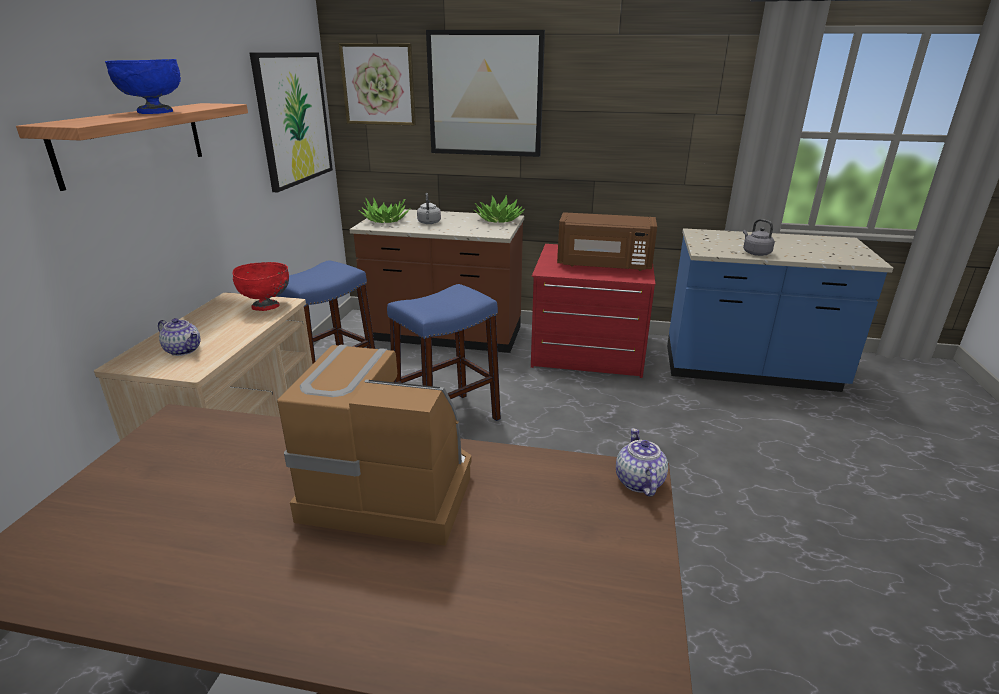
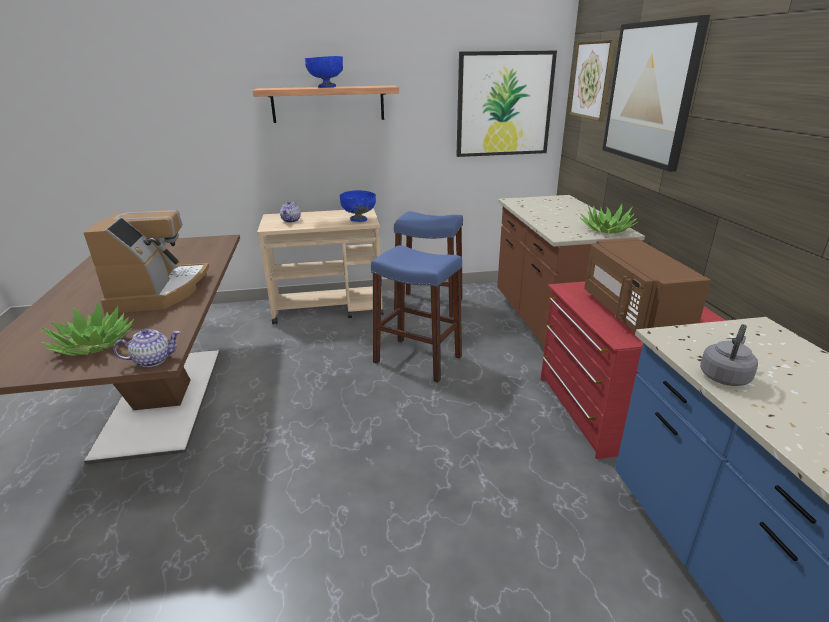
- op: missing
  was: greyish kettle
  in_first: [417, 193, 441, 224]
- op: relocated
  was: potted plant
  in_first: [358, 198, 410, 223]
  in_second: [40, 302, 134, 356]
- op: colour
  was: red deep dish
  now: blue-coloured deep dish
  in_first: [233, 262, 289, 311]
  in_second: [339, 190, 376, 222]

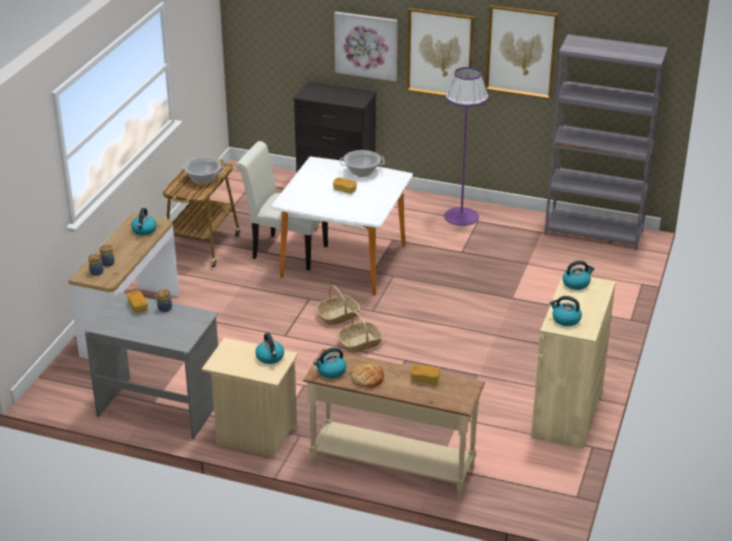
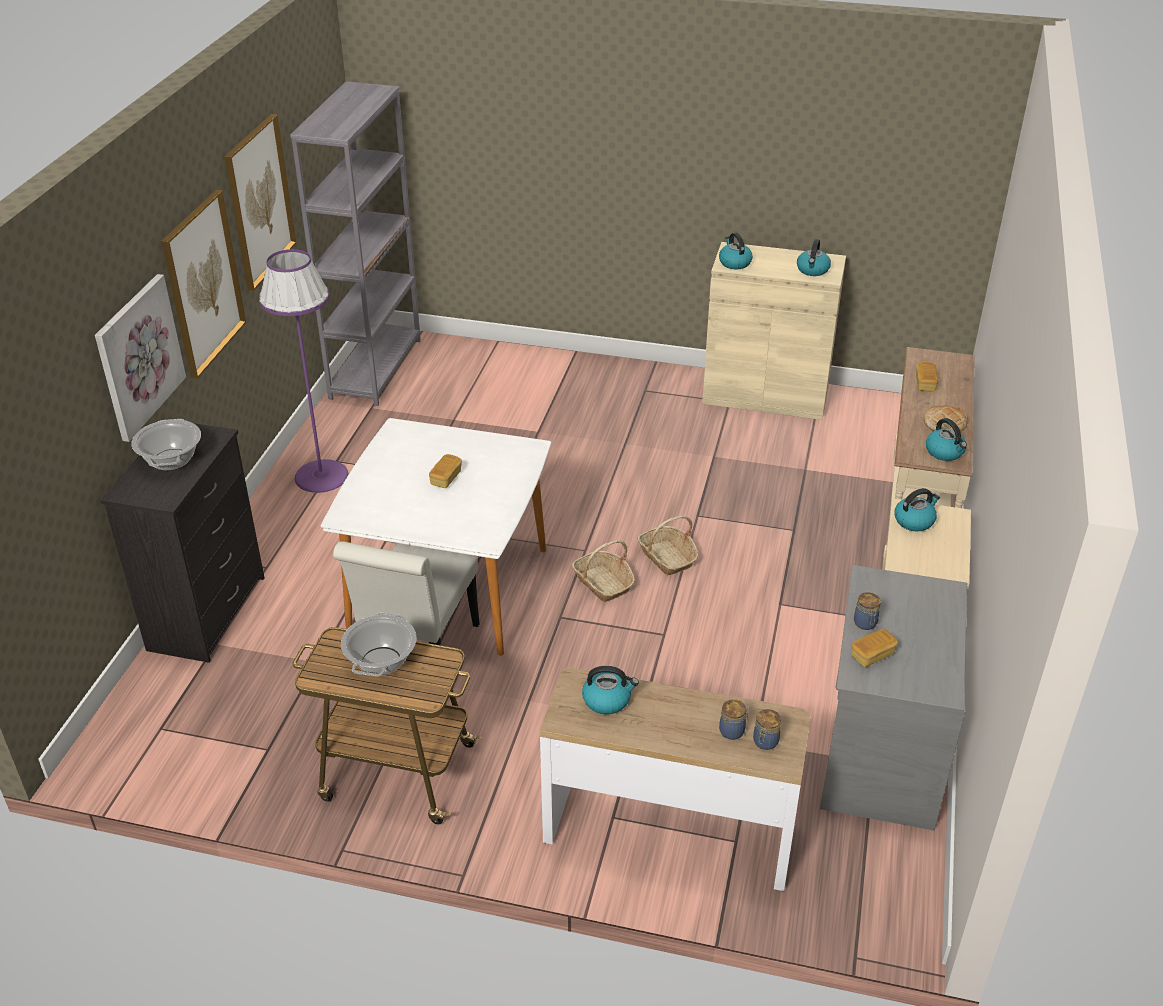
- op: relocated
  was: saucepot
  in_first: [340, 150, 384, 177]
  in_second: [131, 419, 201, 471]

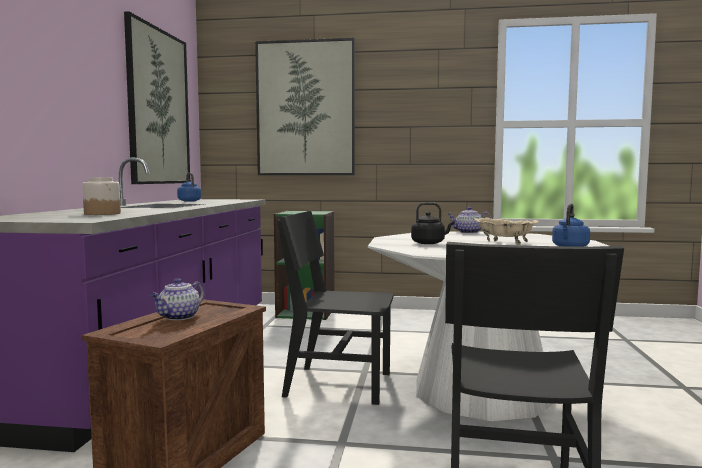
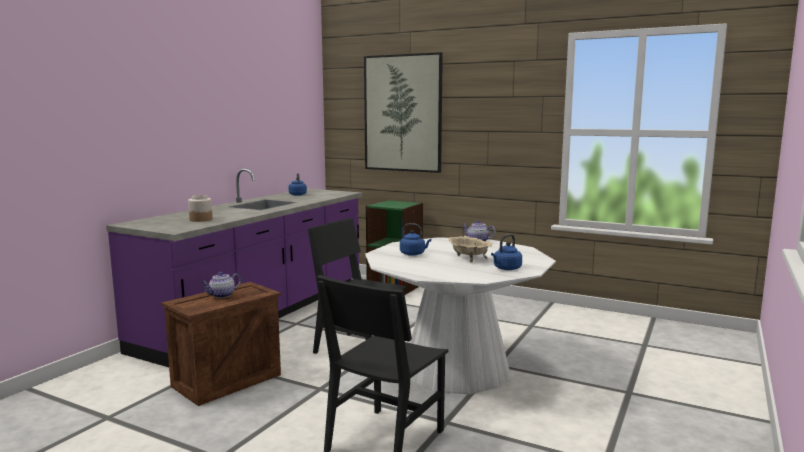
- op: missing
  was: wall art
  in_first: [124, 11, 190, 184]
- op: colour
  was: black-coloured kettle
  now: blue-coloured kettle
  in_first: [411, 202, 455, 244]
  in_second: [400, 223, 431, 256]

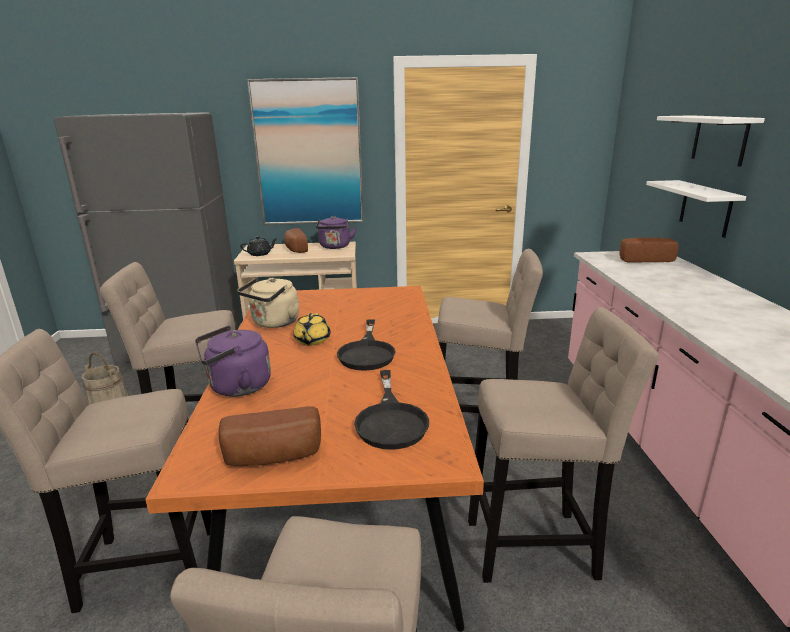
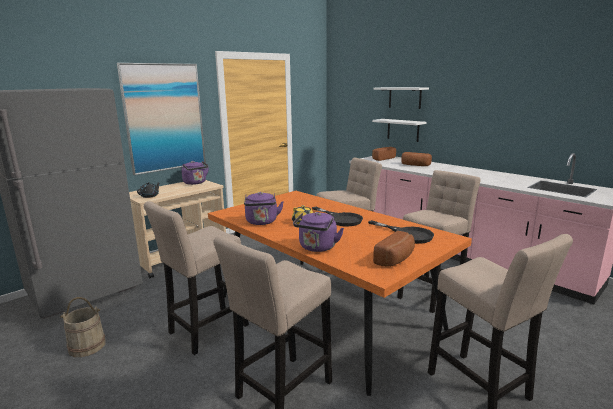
- op: relocated
  was: bakery bread
  in_first: [284, 228, 308, 253]
  in_second: [401, 152, 432, 166]
- op: colour
  was: sand-coloured kettle
  now: purplish kettle
  in_first: [237, 278, 299, 328]
  in_second: [244, 192, 283, 225]

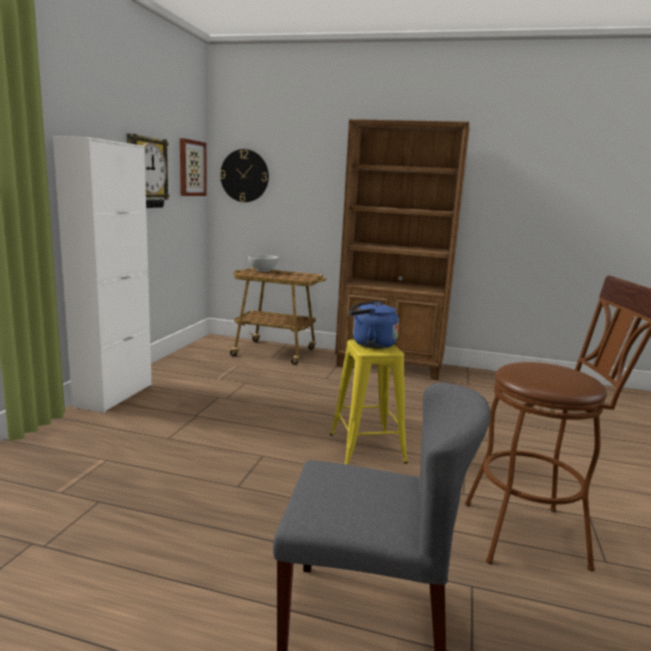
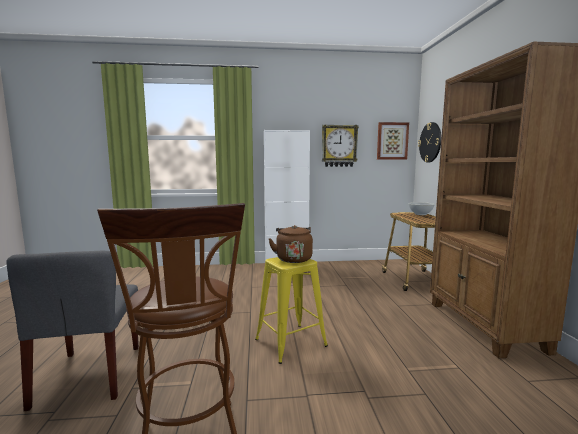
- op: colour
  was: blue-coloured kettle
  now: brownish kettle
  in_first: [349, 301, 399, 349]
  in_second: [268, 225, 313, 263]

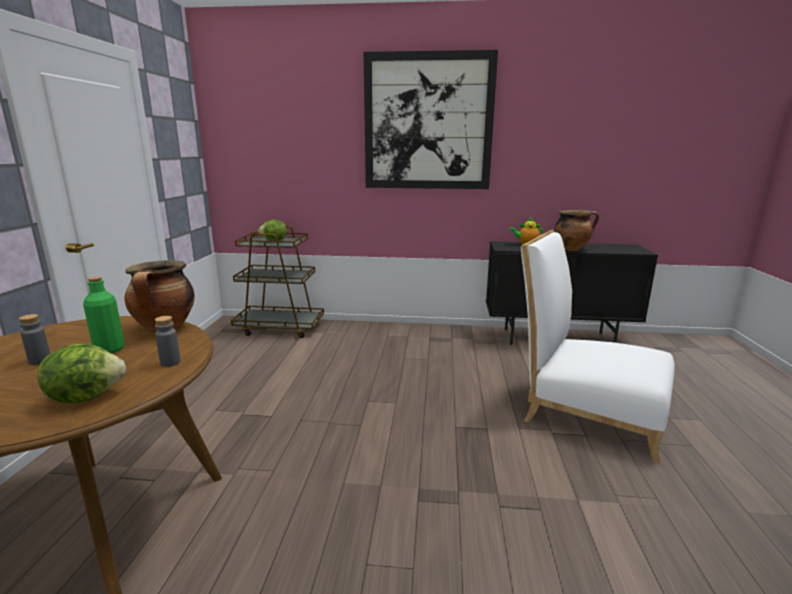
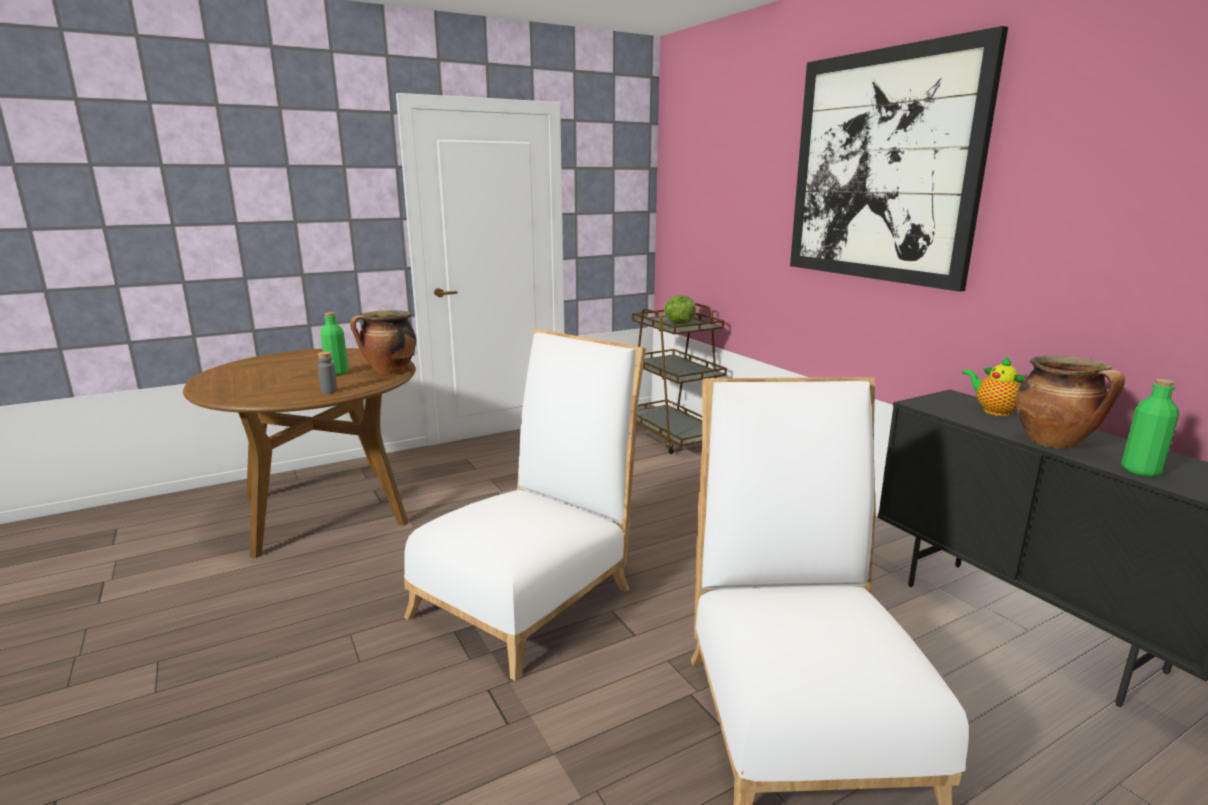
- op: missing
  was: greyish drink bottle
  in_first: [19, 314, 50, 365]
- op: missing
  was: head of lettuce
  in_first: [38, 344, 126, 403]
- op: appeared
  now: whitish chair
  in_second: [404, 329, 646, 681]
- op: appeared
  now: green drink bottle
  in_second: [1121, 379, 1179, 477]

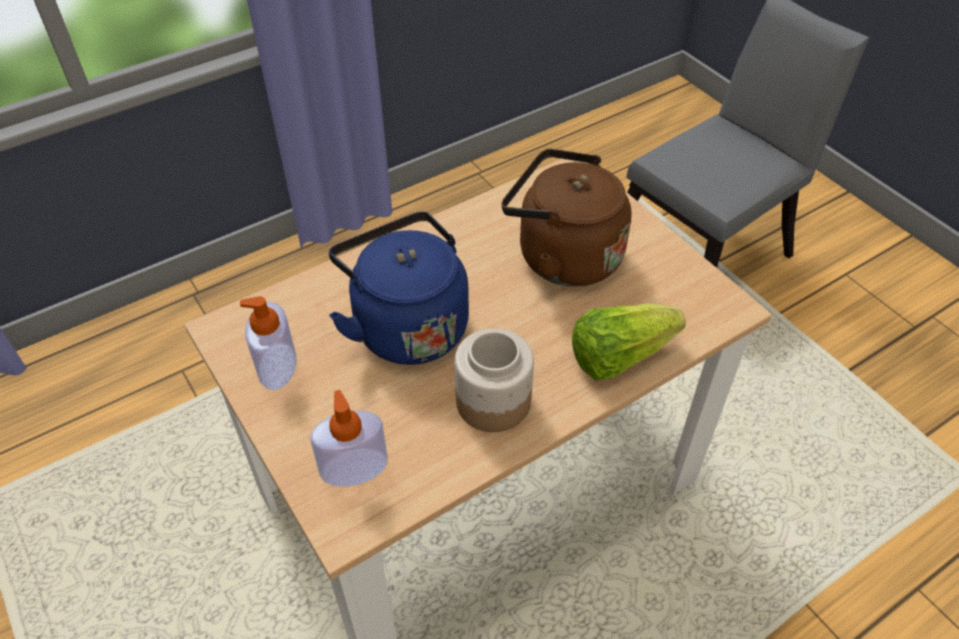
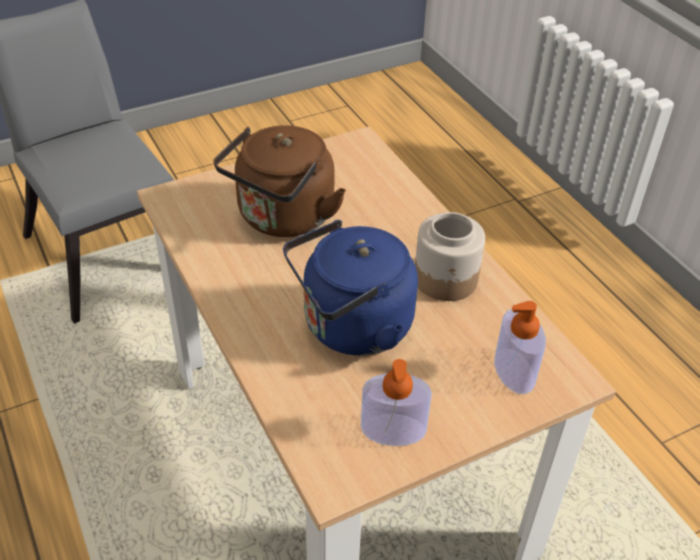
- op: missing
  was: head of lettuce
  in_first: [572, 303, 686, 380]

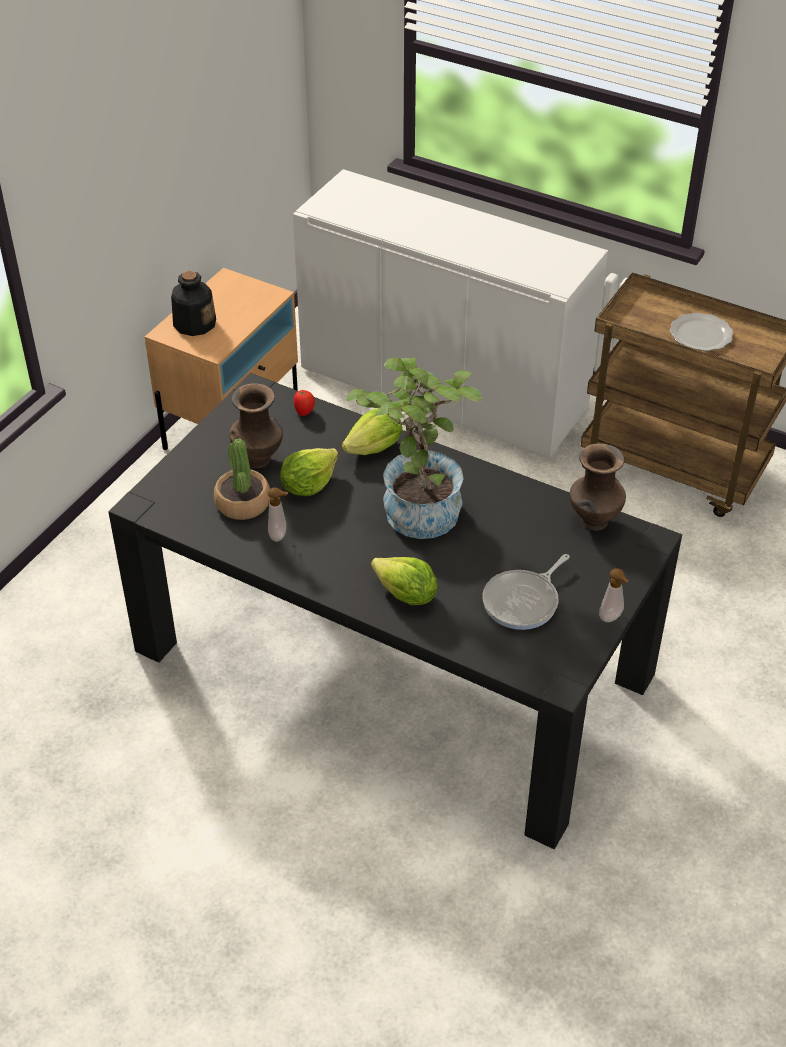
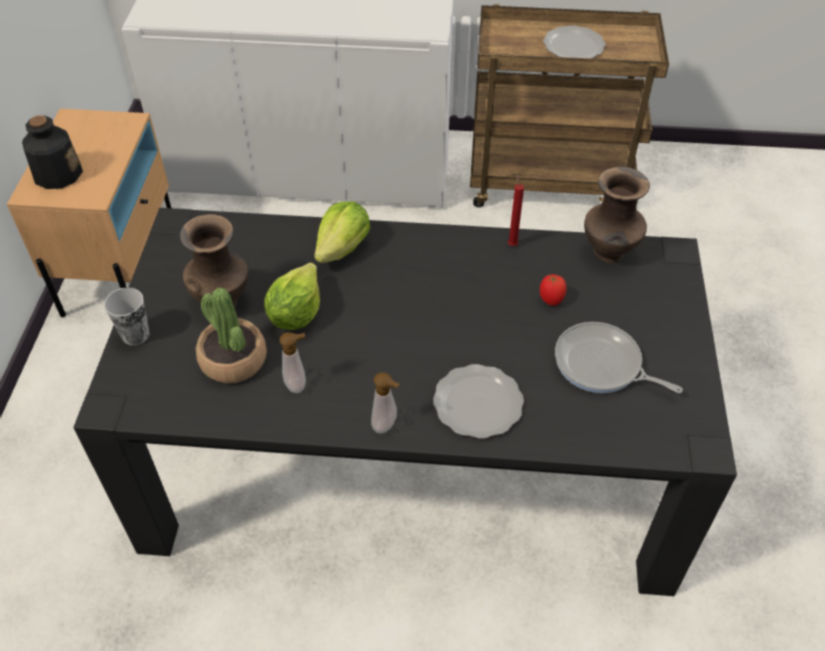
- op: missing
  was: potted plant
  in_first: [346, 357, 482, 539]
- op: relocated
  was: whole tomato
  in_first: [294, 390, 315, 416]
  in_second: [540, 274, 567, 306]
- op: spun
  was: pan
  in_first: [482, 554, 570, 630]
  in_second: [555, 322, 683, 393]
  clockwise: 105
- op: exchanged
  was: head of lettuce
  now: plate
  in_first: [371, 557, 437, 605]
  in_second: [433, 364, 524, 439]
- op: relocated
  was: soap dispenser
  in_first: [599, 568, 629, 622]
  in_second: [371, 372, 400, 434]
- op: appeared
  now: red wax candle
  in_second: [508, 174, 524, 246]
- op: appeared
  now: small cup
  in_second: [104, 288, 149, 346]

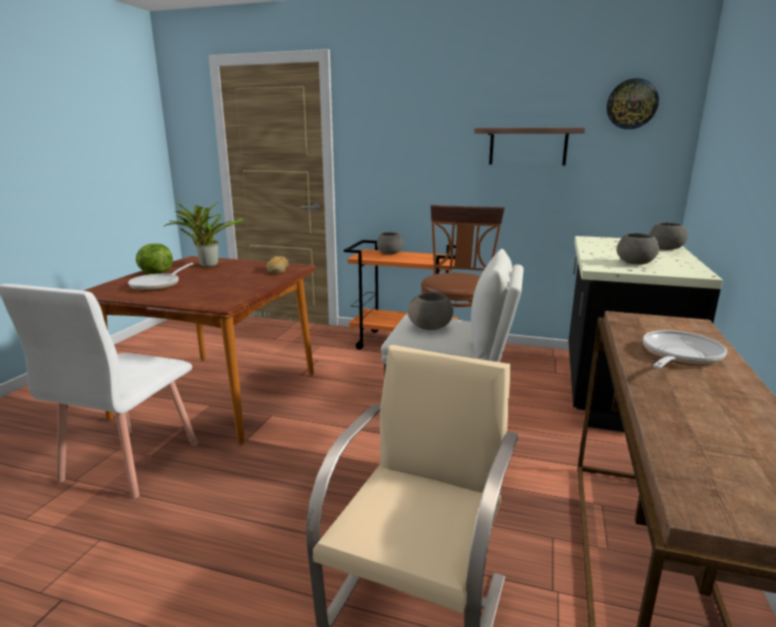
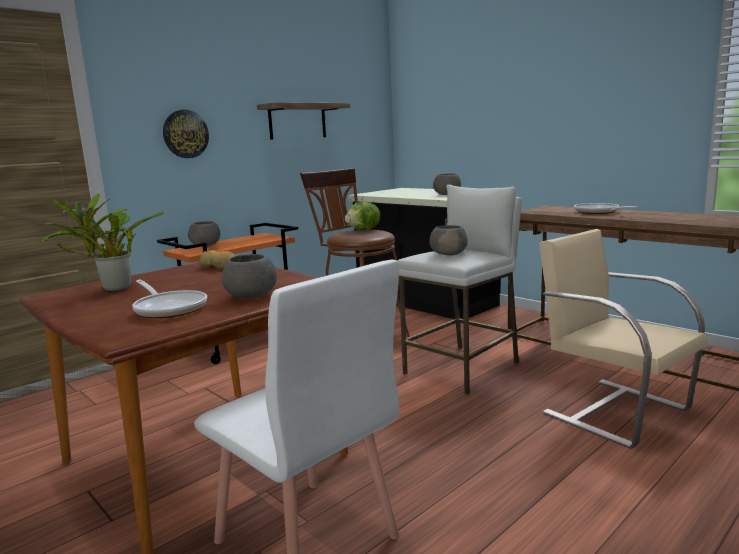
- op: relocated
  was: wall clock
  in_first: [607, 78, 659, 129]
  in_second: [163, 110, 209, 158]
- op: relocated
  was: greyish deep dish
  in_first: [649, 222, 688, 250]
  in_second: [222, 254, 277, 299]
- op: relocated
  was: head of lettuce
  in_first: [136, 244, 173, 274]
  in_second: [345, 202, 380, 230]

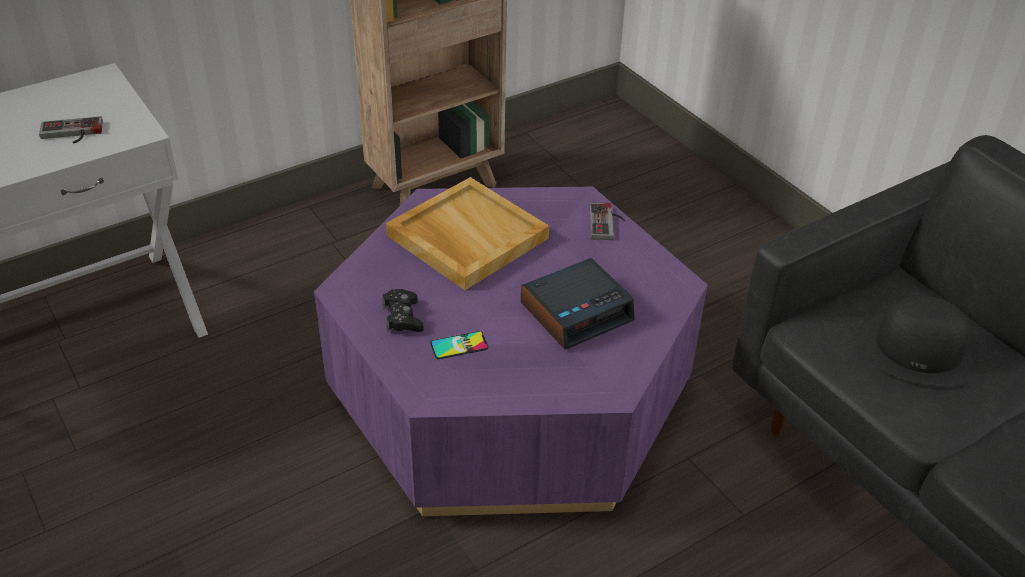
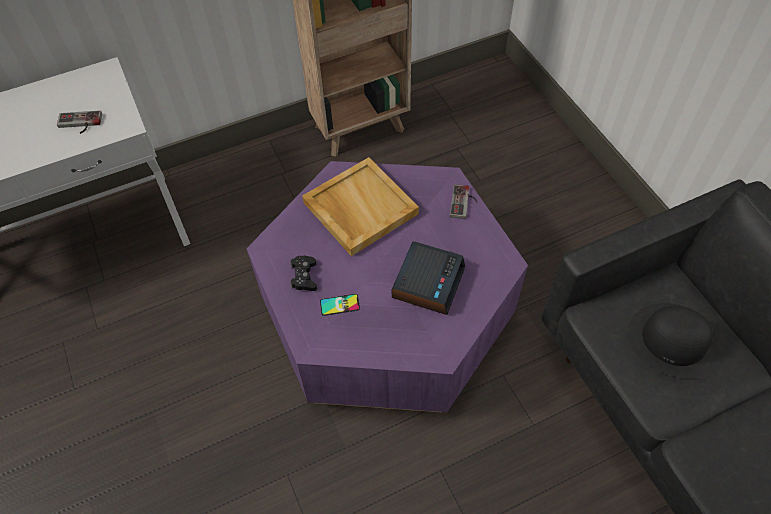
- op: spun
  was: table clock
  in_first: [521, 258, 635, 350]
  in_second: [392, 241, 465, 315]
  clockwise: -45

